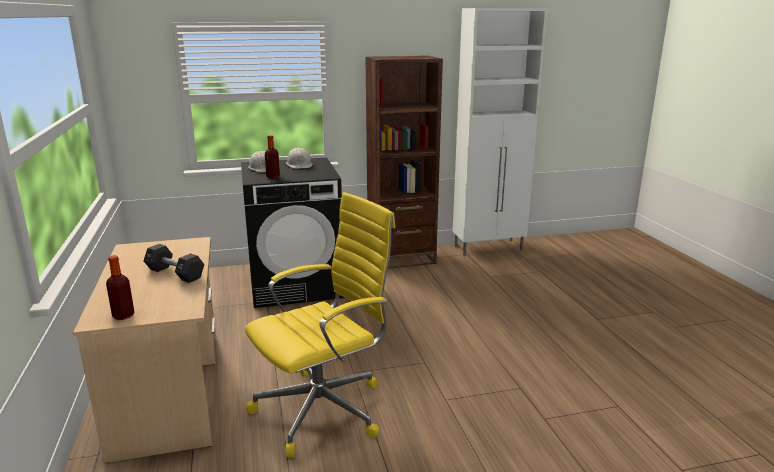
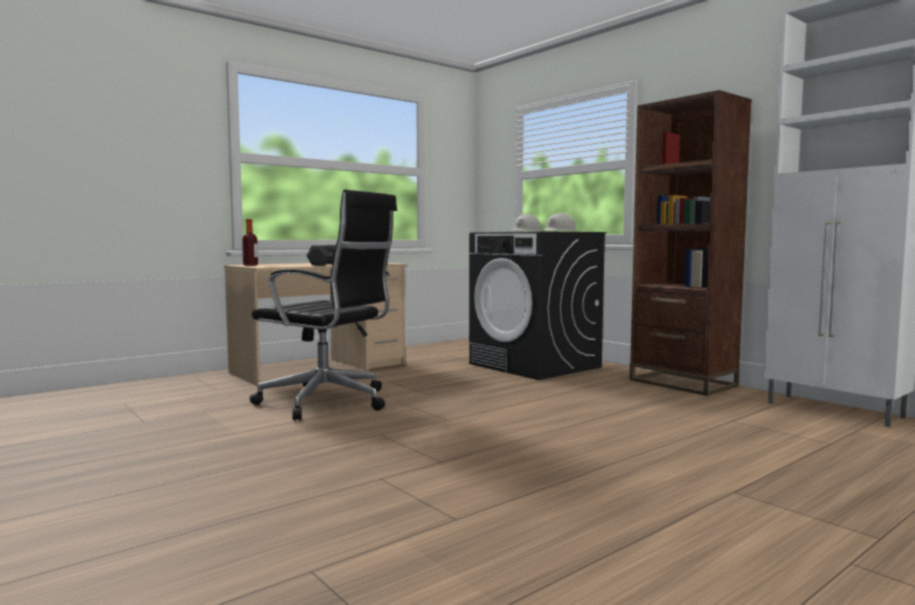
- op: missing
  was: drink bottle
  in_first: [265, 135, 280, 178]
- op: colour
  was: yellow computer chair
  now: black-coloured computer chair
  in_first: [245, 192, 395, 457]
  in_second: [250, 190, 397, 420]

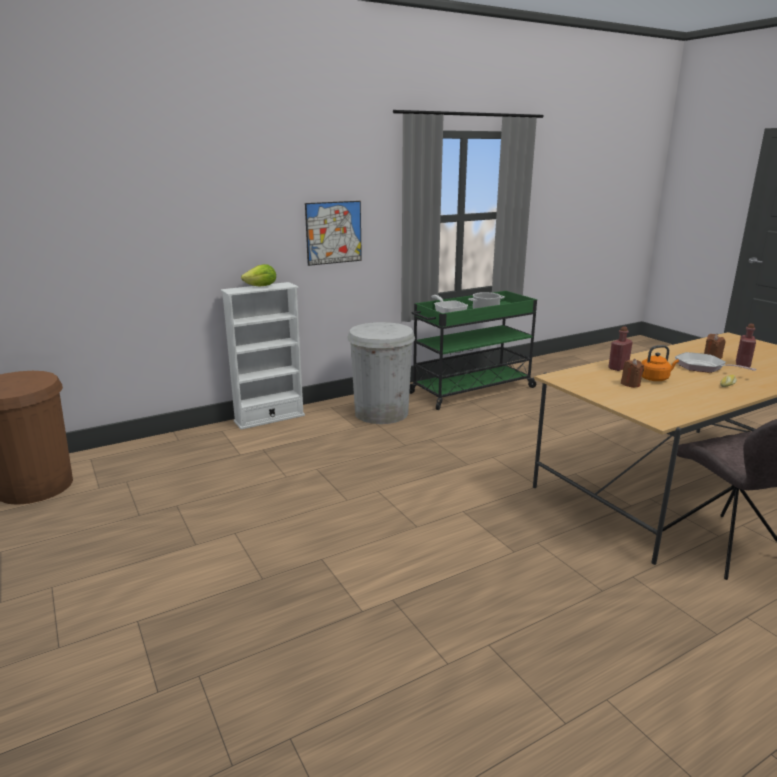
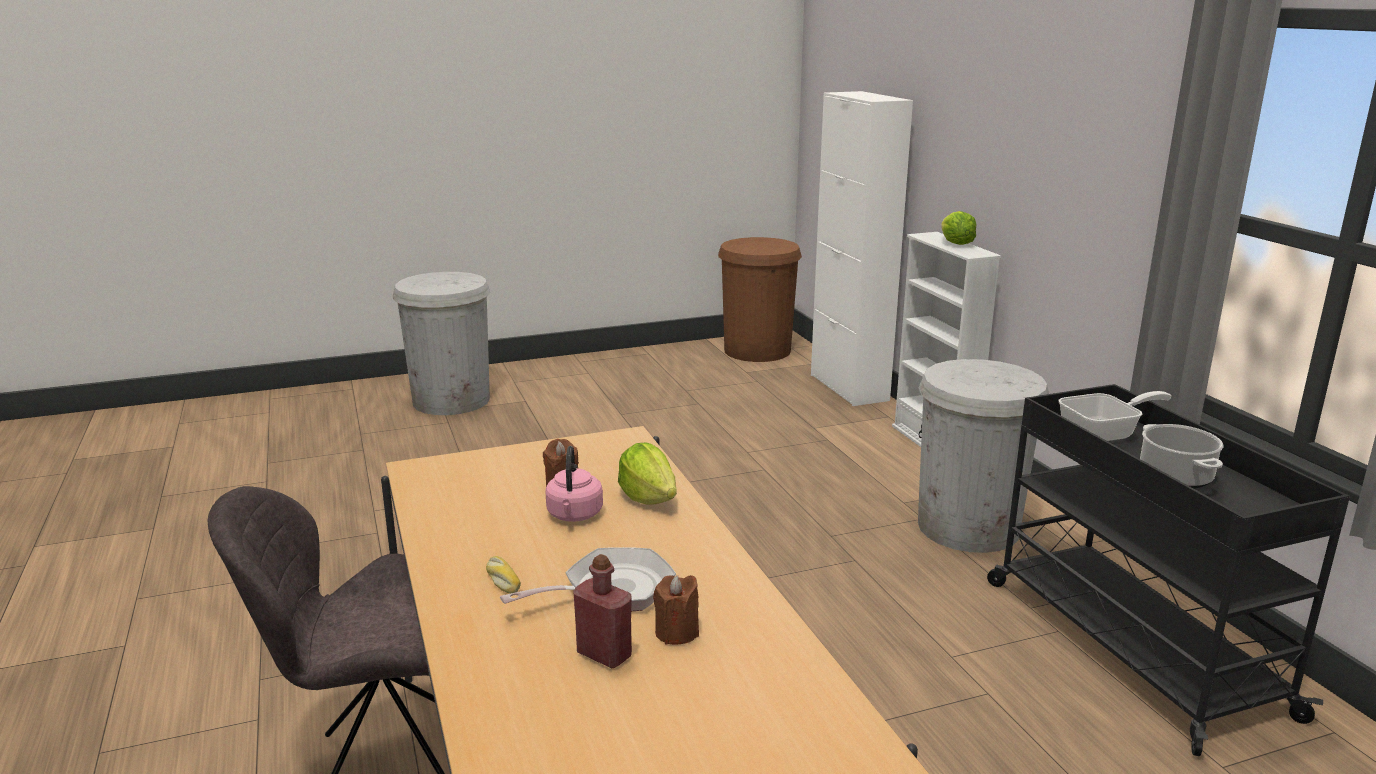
- op: missing
  was: wall art
  in_first: [305, 201, 362, 266]
- op: colour
  was: green wheeled cart
  now: black-coloured wheeled cart
  in_first: [409, 291, 537, 410]
  in_second: [987, 384, 1350, 756]
- op: exchanged
  was: red drink bottle
  now: head of lettuce
  in_first: [608, 326, 632, 371]
  in_second: [618, 442, 677, 505]
- op: colour
  was: orangey kettle
  now: pinkish kettle
  in_first: [641, 345, 679, 381]
  in_second: [545, 446, 603, 522]
- op: appeared
  now: whitish cupboard
  in_second: [811, 91, 913, 406]
- op: appeared
  now: whitish rubbish bin
  in_second: [393, 272, 491, 415]

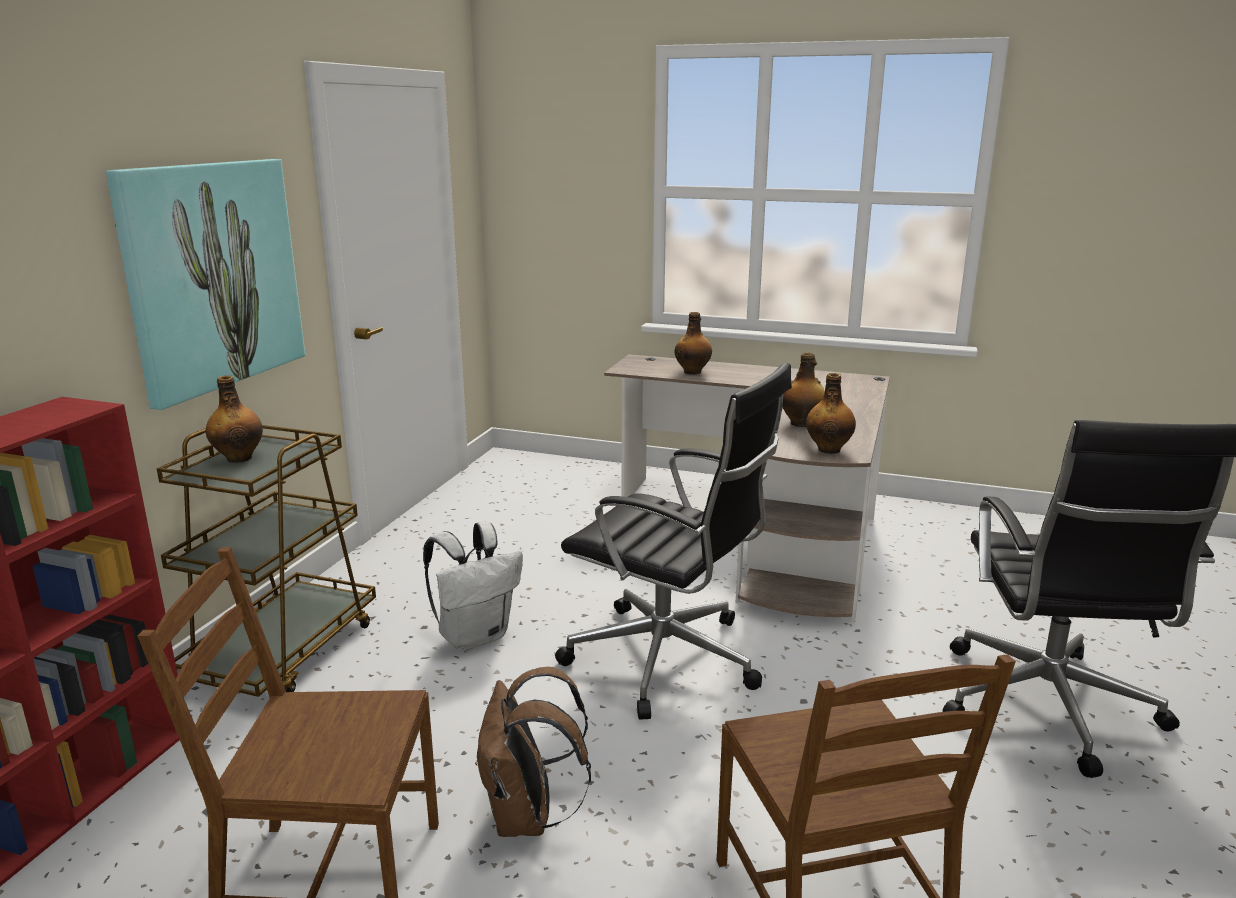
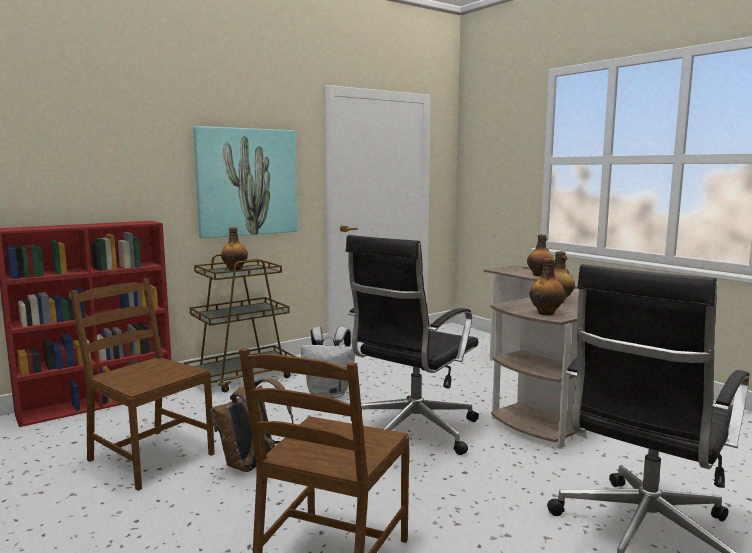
- op: spun
  was: black-coloured computer chair
  in_first: [555, 363, 792, 720]
  in_second: [346, 235, 479, 455]
  clockwise: 60

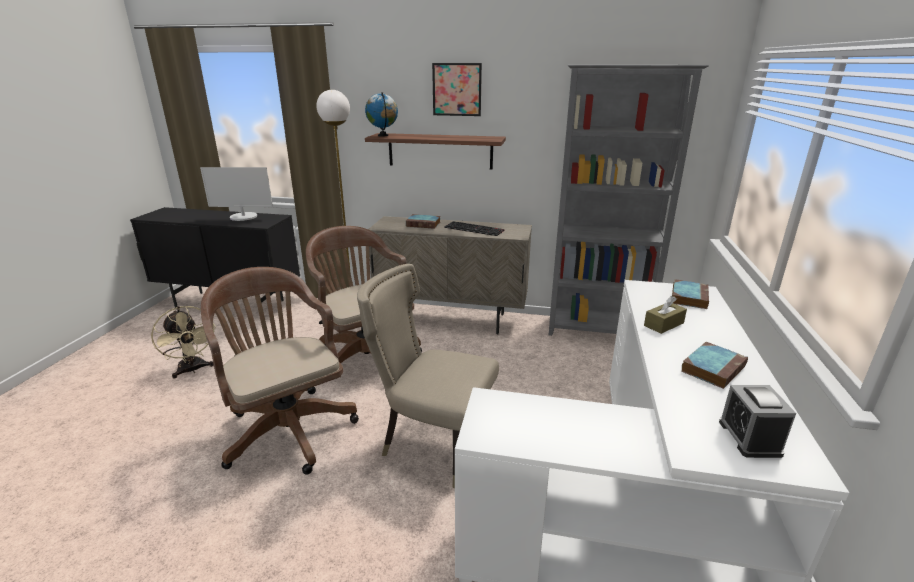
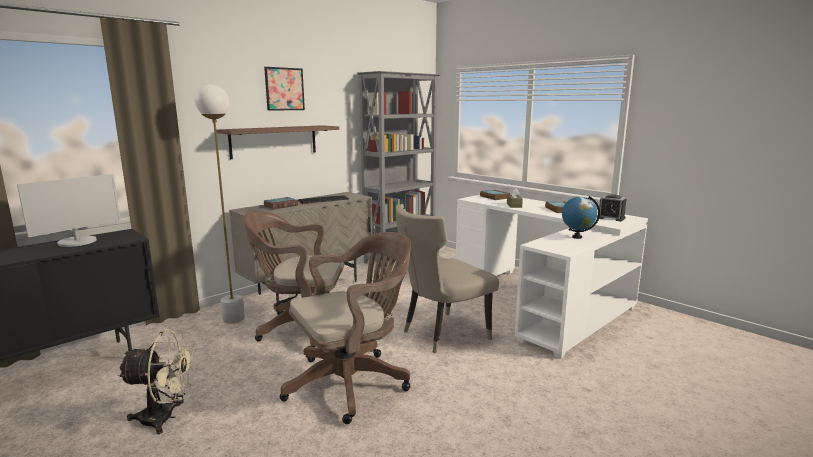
- op: relocated
  was: globe
  in_first: [365, 92, 398, 136]
  in_second: [562, 196, 600, 239]
- op: spun
  was: brownish computer chair
  in_first: [201, 267, 359, 475]
  in_second: [280, 232, 411, 424]
  clockwise: 150

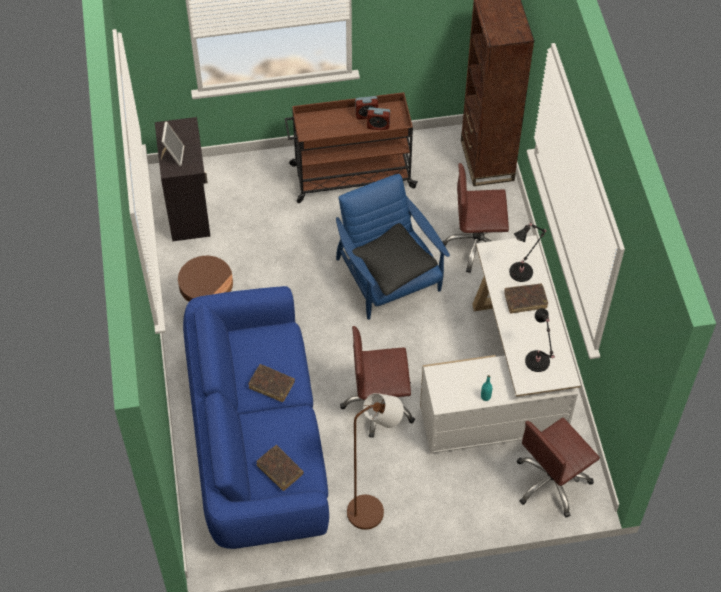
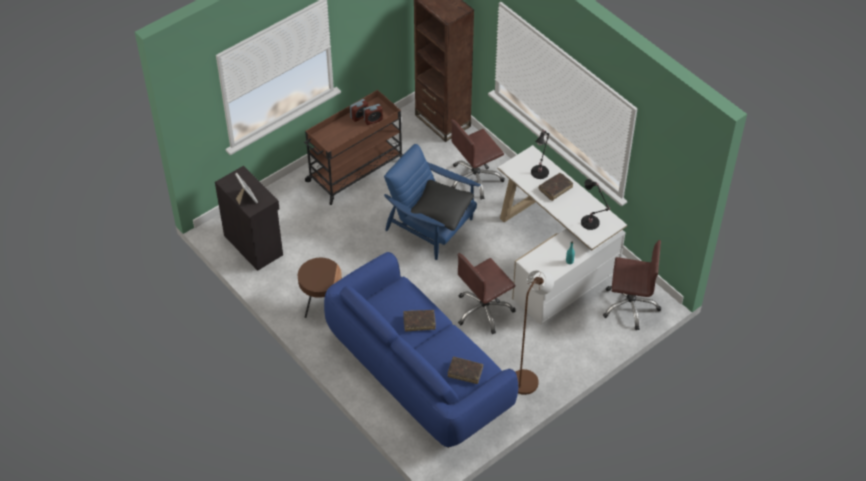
- op: spun
  was: brownish computer chair
  in_first: [517, 418, 600, 517]
  in_second: [603, 240, 661, 330]
  clockwise: -105

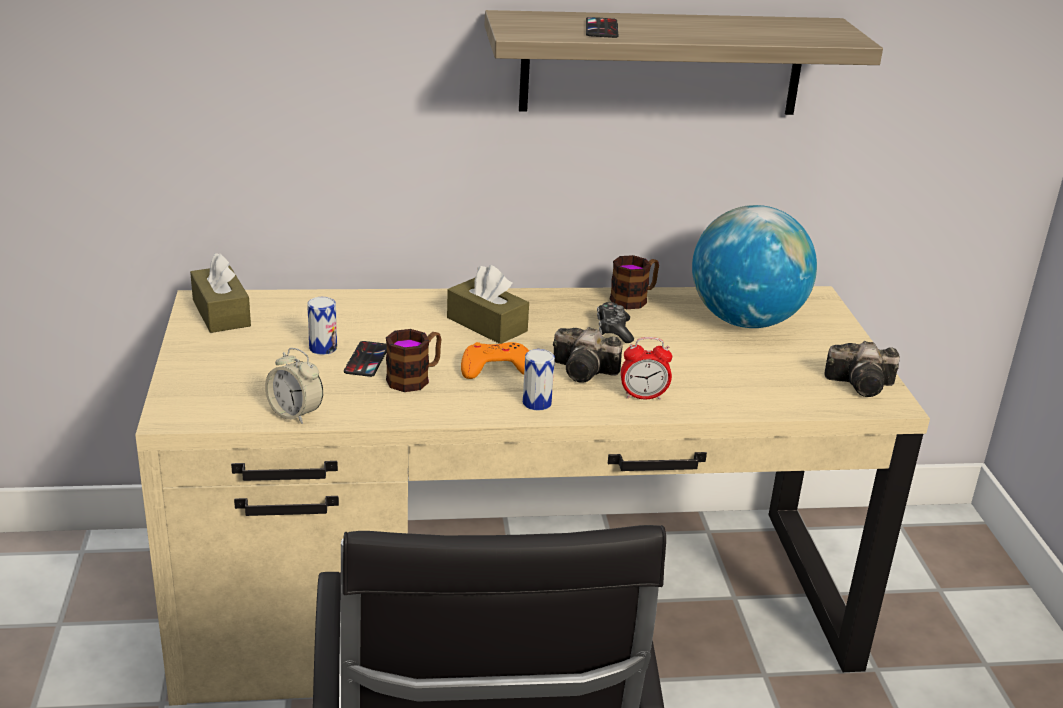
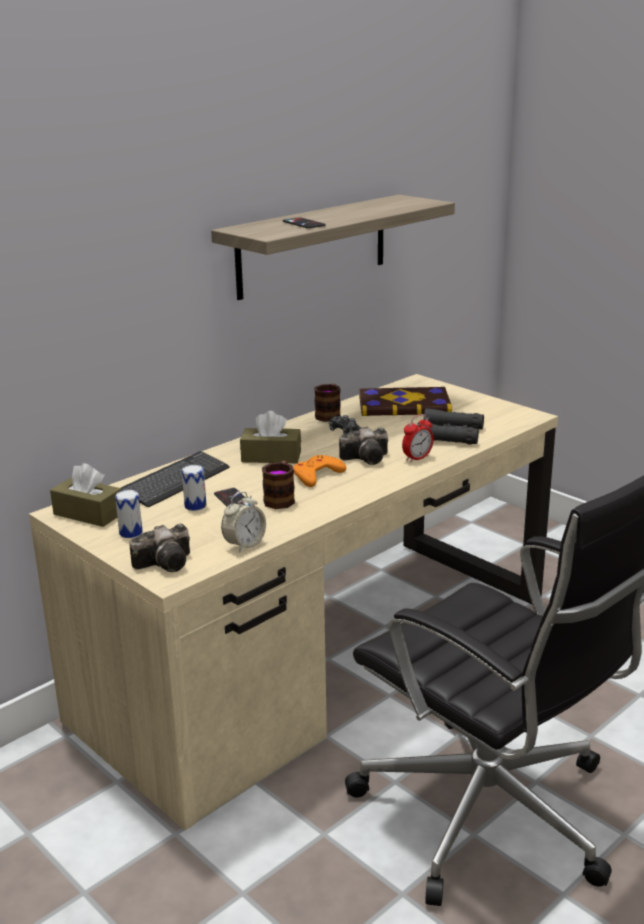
- op: exchanged
  was: globe
  now: volume
  in_first: [692, 205, 817, 328]
  in_second: [359, 387, 452, 416]
- op: relocated
  was: photo camera
  in_first: [824, 341, 900, 397]
  in_second: [129, 524, 190, 572]
- op: spun
  was: table clock
  in_first: [265, 348, 323, 424]
  in_second: [221, 492, 266, 552]
  clockwise: -45
- op: relocated
  was: can
  in_first: [523, 349, 555, 411]
  in_second: [115, 490, 143, 538]
- op: appeared
  now: black-coloured pair of binoculars
  in_second: [417, 408, 484, 445]
- op: appeared
  now: keyboard
  in_second: [121, 451, 230, 507]

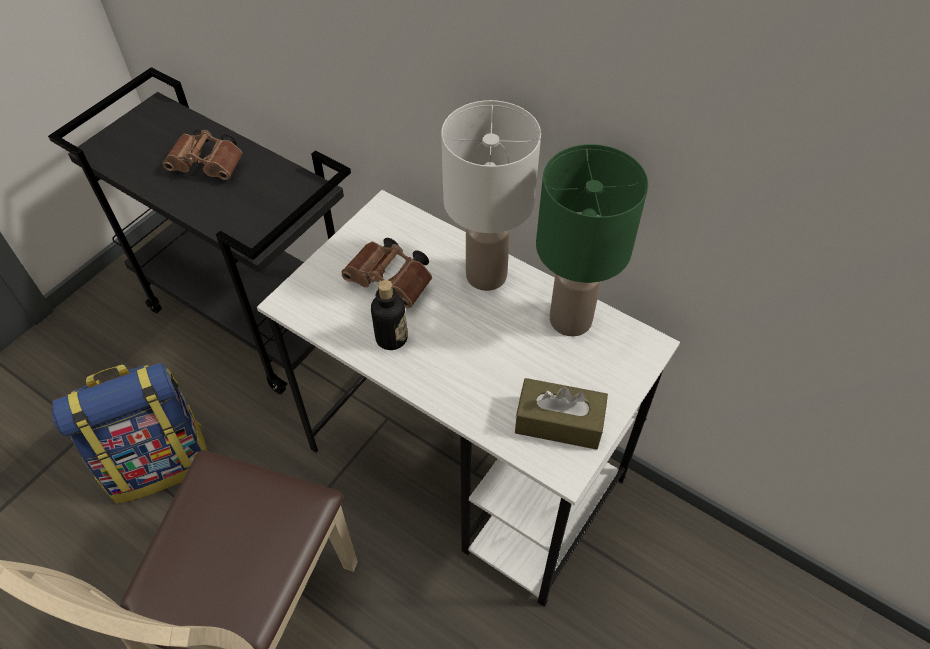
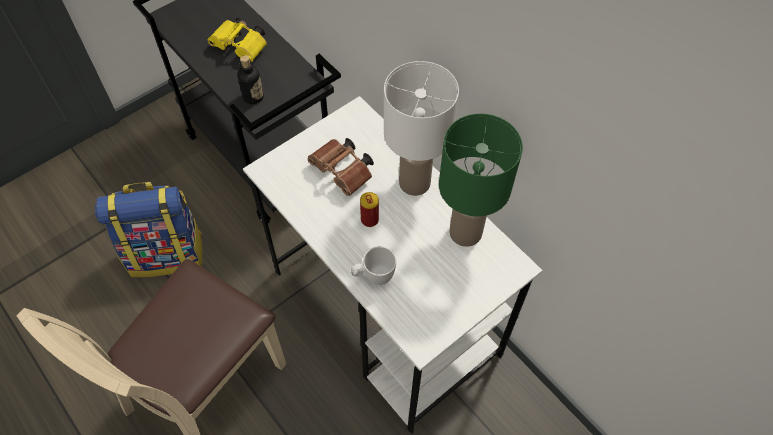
- op: colour
  was: brownish pair of binoculars
  now: yellow pair of binoculars
  in_first: [162, 129, 242, 180]
  in_second: [208, 18, 267, 62]
- op: relocated
  was: drink bottle
  in_first: [371, 280, 408, 350]
  in_second: [237, 55, 264, 104]
- op: missing
  was: brownish tissue holder
  in_first: [515, 378, 608, 450]
- op: appeared
  now: can
  in_second: [360, 192, 379, 227]
- op: appeared
  now: whitish coffee mug
  in_second: [350, 246, 397, 285]

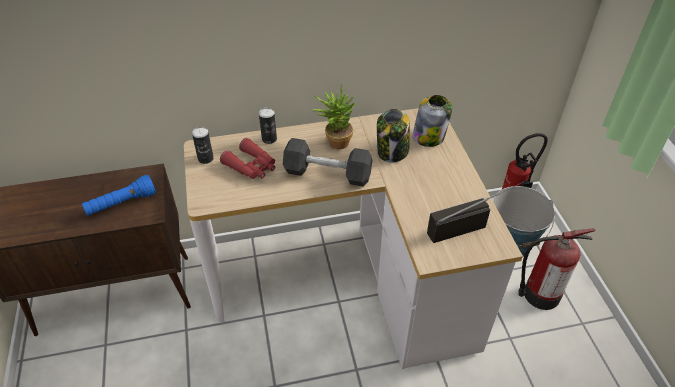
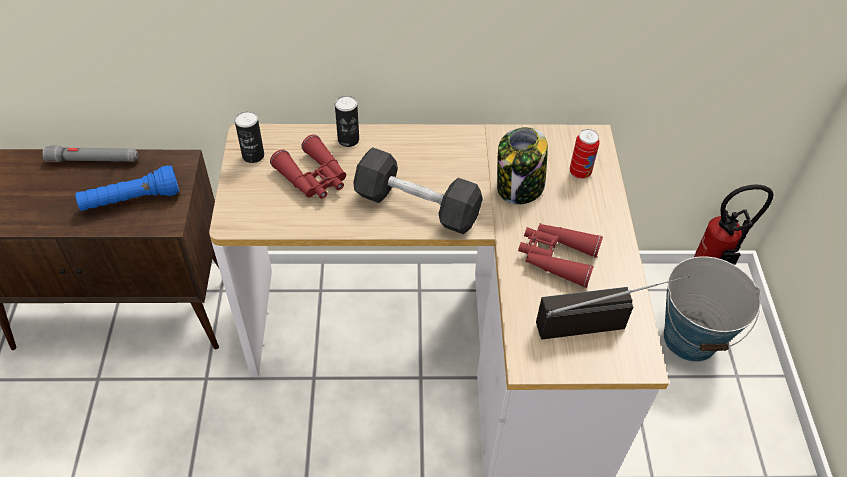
- op: missing
  was: potted plant
  in_first: [312, 85, 356, 150]
- op: exchanged
  was: jar
  now: can
  in_first: [413, 95, 452, 147]
  in_second: [570, 129, 600, 179]
- op: missing
  was: extinguisher
  in_first: [518, 228, 596, 310]
- op: appeared
  now: greyish flashlight
  in_second: [42, 146, 138, 162]
- op: appeared
  now: red pair of binoculars
  in_second: [518, 223, 603, 288]

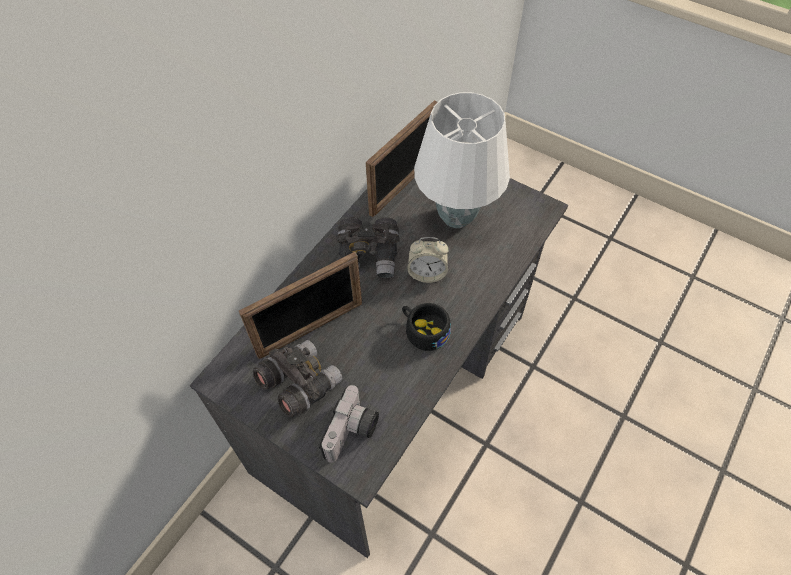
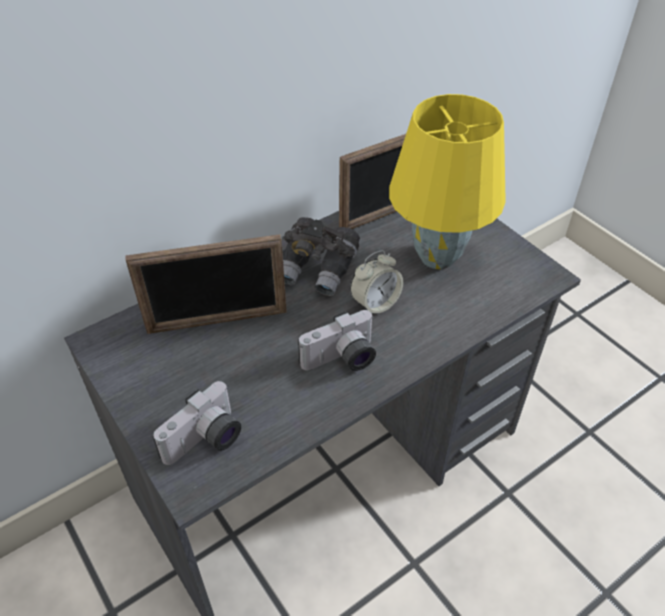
- op: colour
  was: whitish lamp for a table
  now: yellow lamp for a table
  in_first: [414, 92, 510, 228]
  in_second: [389, 94, 506, 269]
- op: spun
  was: table clock
  in_first: [407, 237, 449, 283]
  in_second: [350, 250, 403, 314]
  clockwise: -60
- op: exchanged
  was: black-coloured small cup
  now: photo camera
  in_first: [402, 303, 451, 351]
  in_second: [298, 310, 376, 371]
- op: missing
  was: greyish pair of binoculars
  in_first: [253, 340, 343, 417]

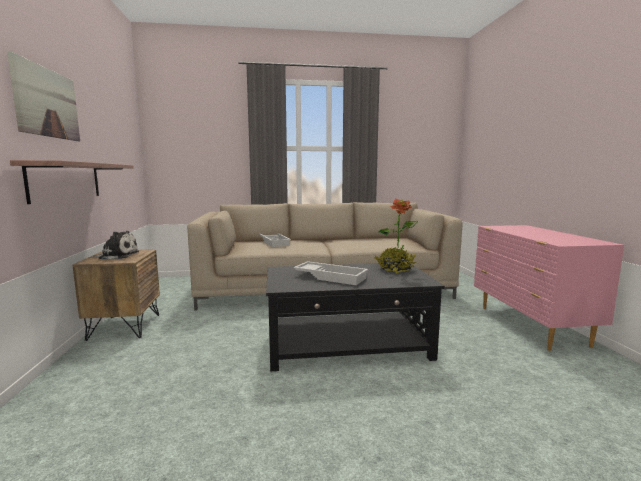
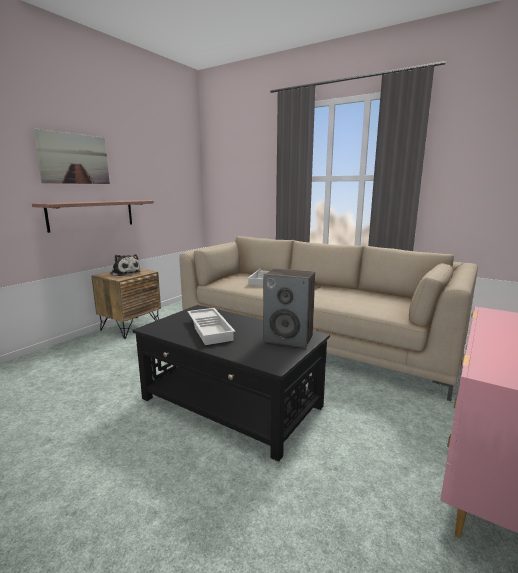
- op: exchanged
  was: potted plant
  now: speaker
  in_first: [374, 198, 418, 274]
  in_second: [263, 268, 315, 348]

